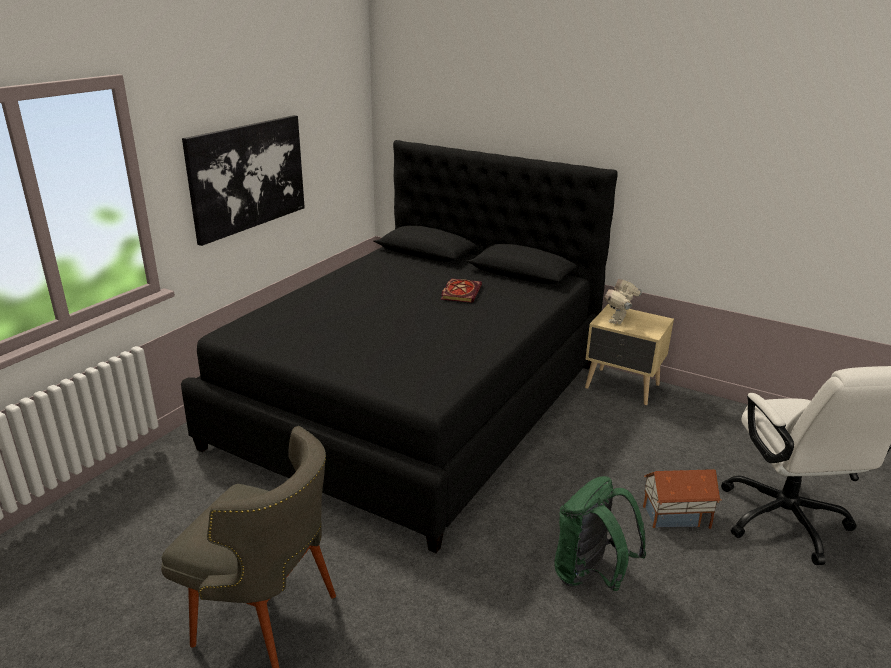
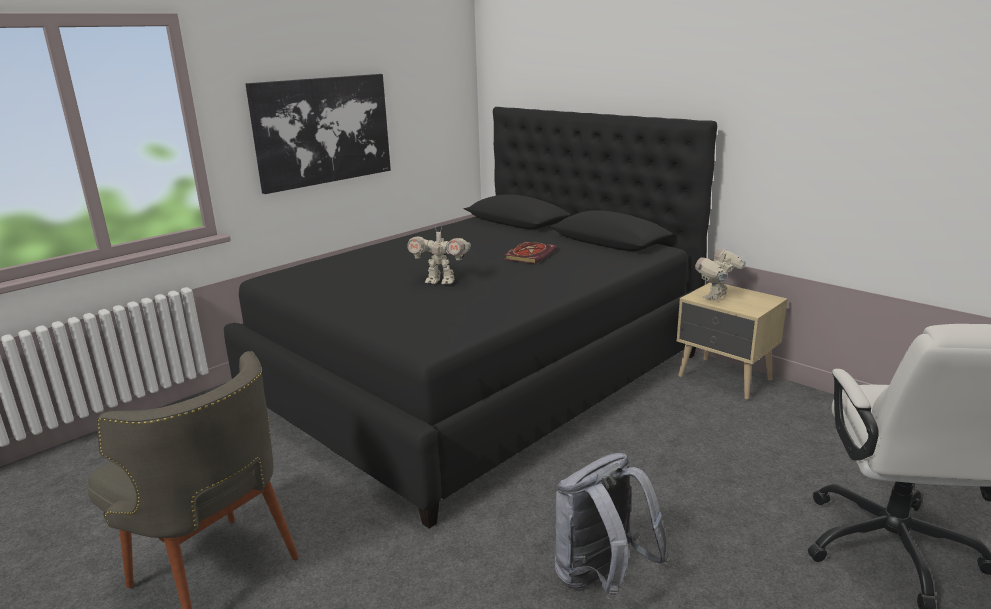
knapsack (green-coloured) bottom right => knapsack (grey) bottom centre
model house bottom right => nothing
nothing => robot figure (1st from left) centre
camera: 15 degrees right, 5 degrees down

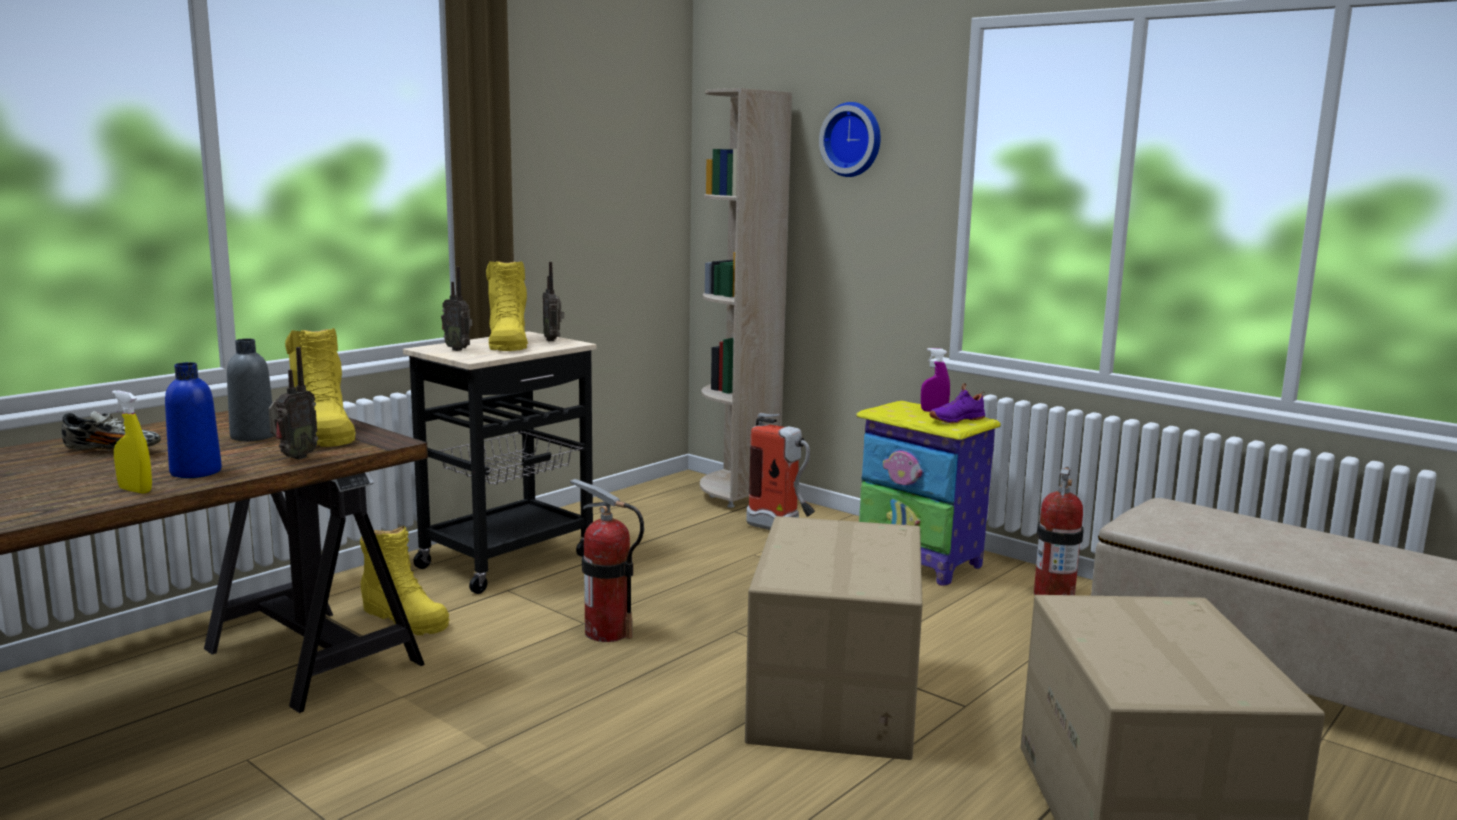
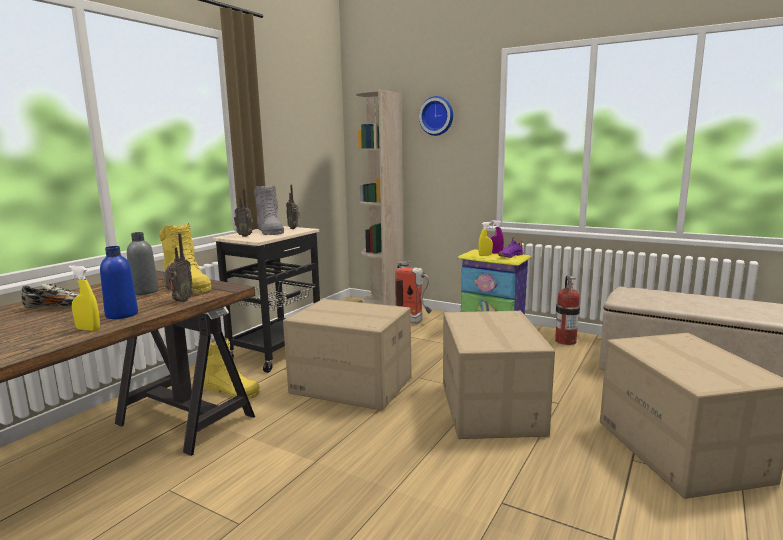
high-top boot (yellow-coloured) (3rd from left) centre => high-top boot (grey) centre
fire extinguisher (1st from left) bottom centre => packing box (1st from left) centre
nothing => spray bottle (yellow-coloured) (2nd from left) centre
camera: 10 degrees left, 0 degrees up

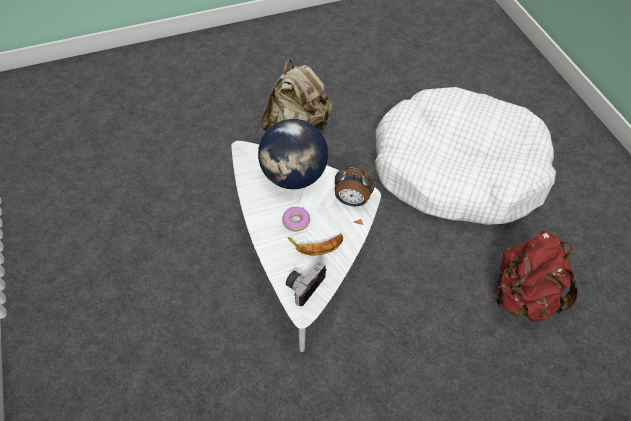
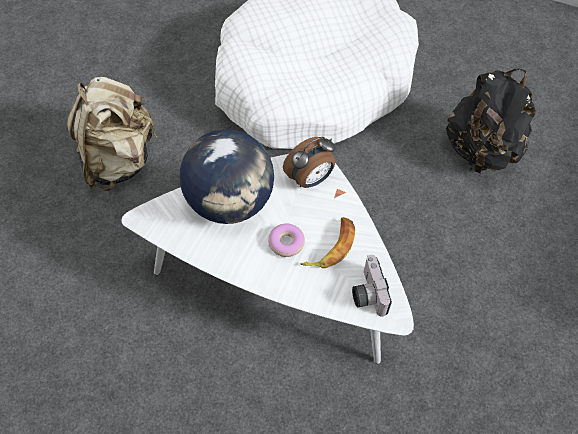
knapsack (reddish) middle right => knapsack (black) top right
camera: 50 degrees left, 5 degrees up

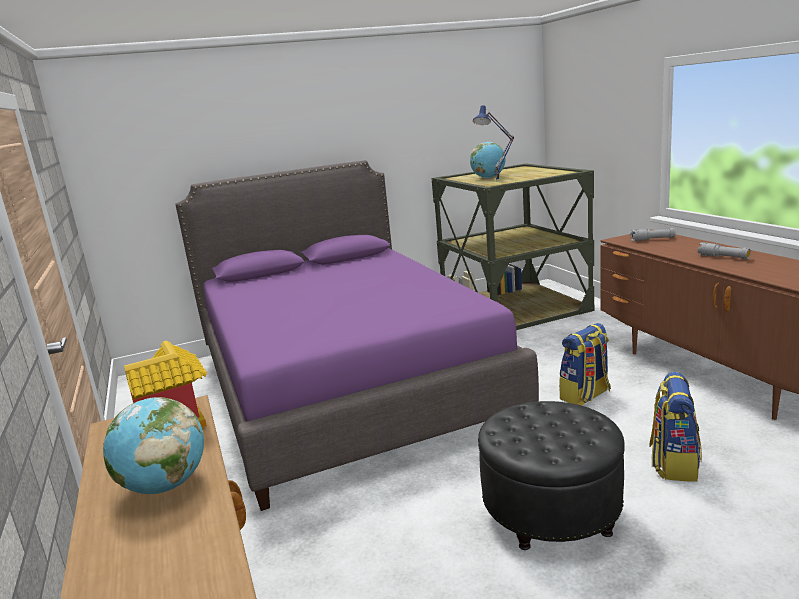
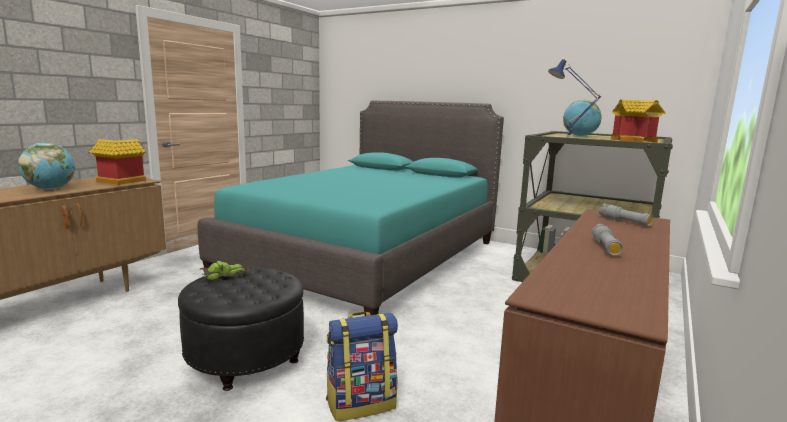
bedroom bed (purple-coloured) centre => bedroom bed (turquoise-coloured) centre
knapsack (1st from left) middle right => nothing
nothing => toy car middle left
nothing => model house (2nd from left) top right
camera: 50 degrees right, 5 degrees down

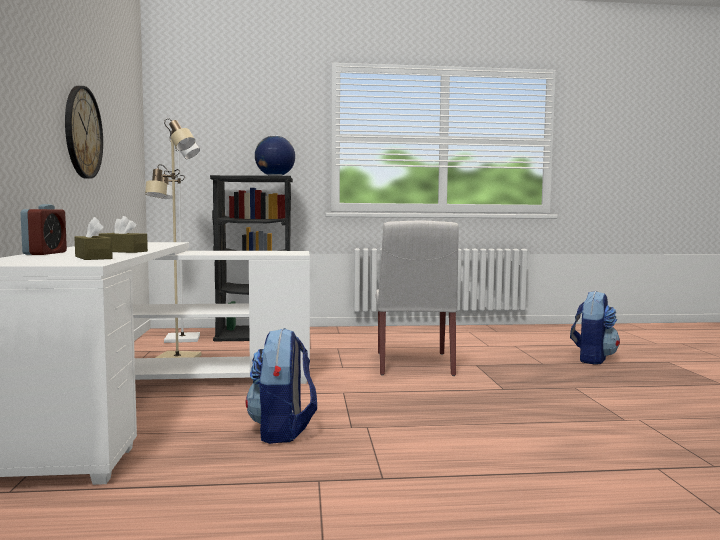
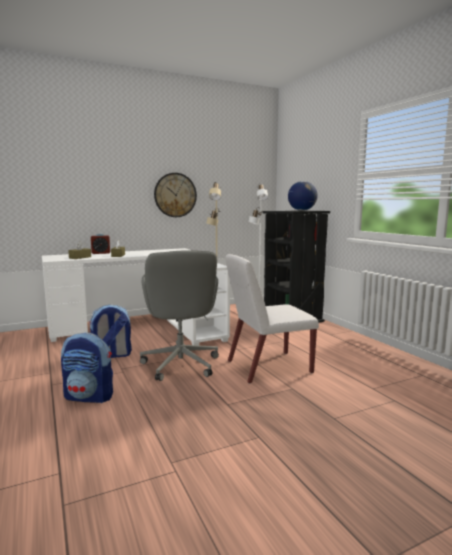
knapsack (2nd from left in the first image) middle right => knapsack (1st from left) middle left, moved
nothing => computer chair (grey) centre
camera: 70 degrees right, 5 degrees up

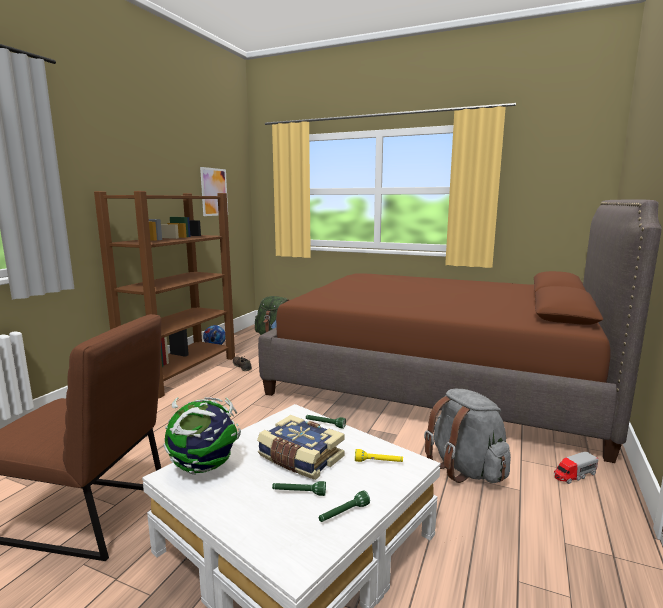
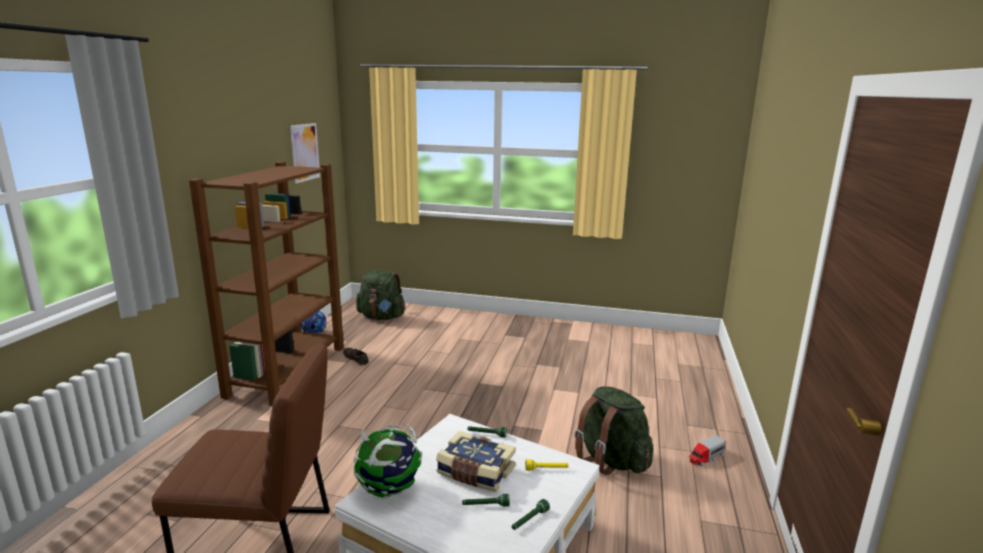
bedroom bed (brown) middle right => nothing
knapsack (grey) bottom right => knapsack (green-coloured) (2nd from left) bottom centre
camera: 10 degrees left, 5 degrees up

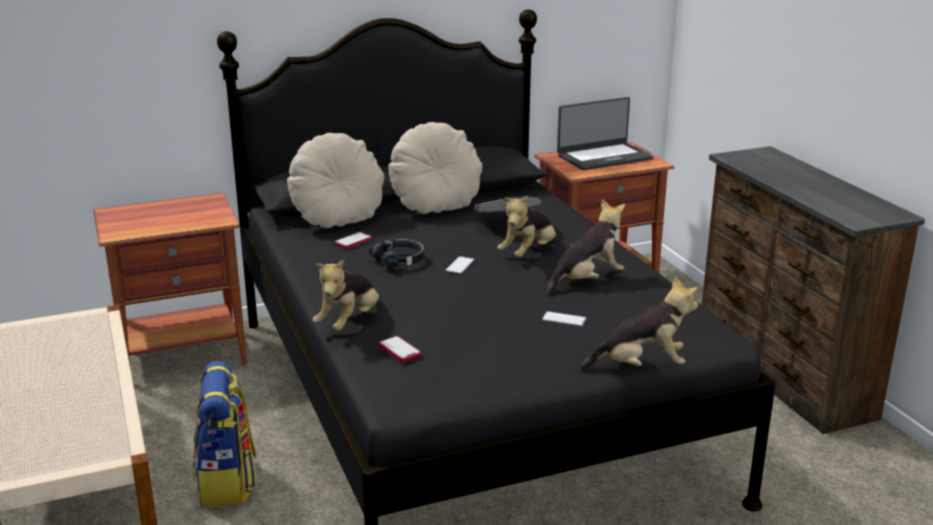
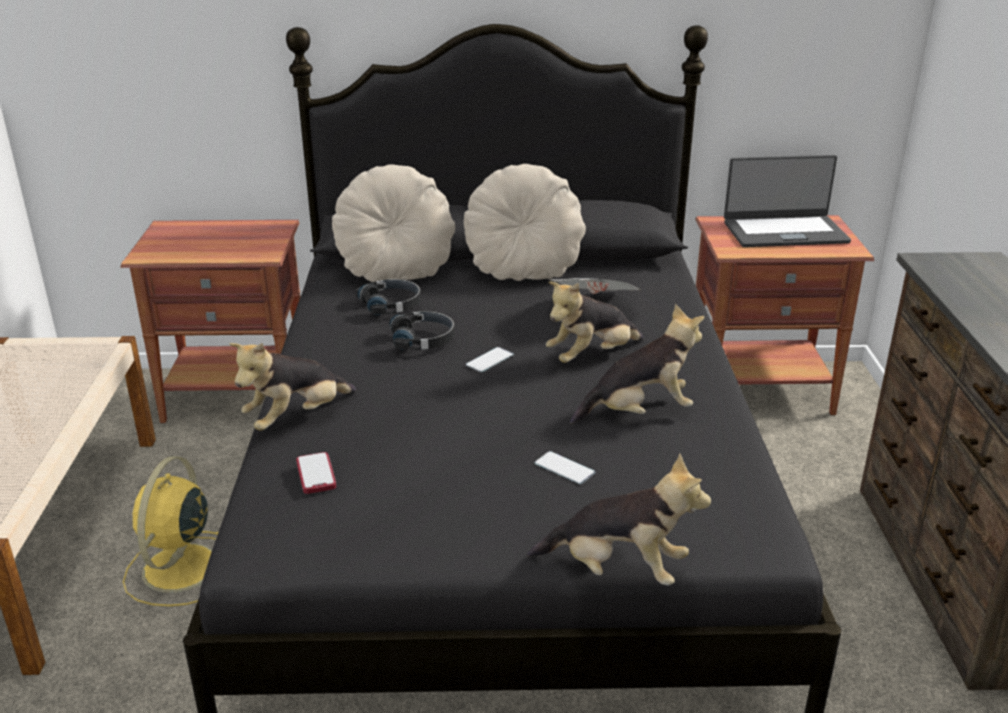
knapsack bottom left => cooling fan (yellow-coloured) bottom left
telephone (1st from left) centre => headset (black) (1st from left) centre
camera: 20 degrees right, 5 degrees up

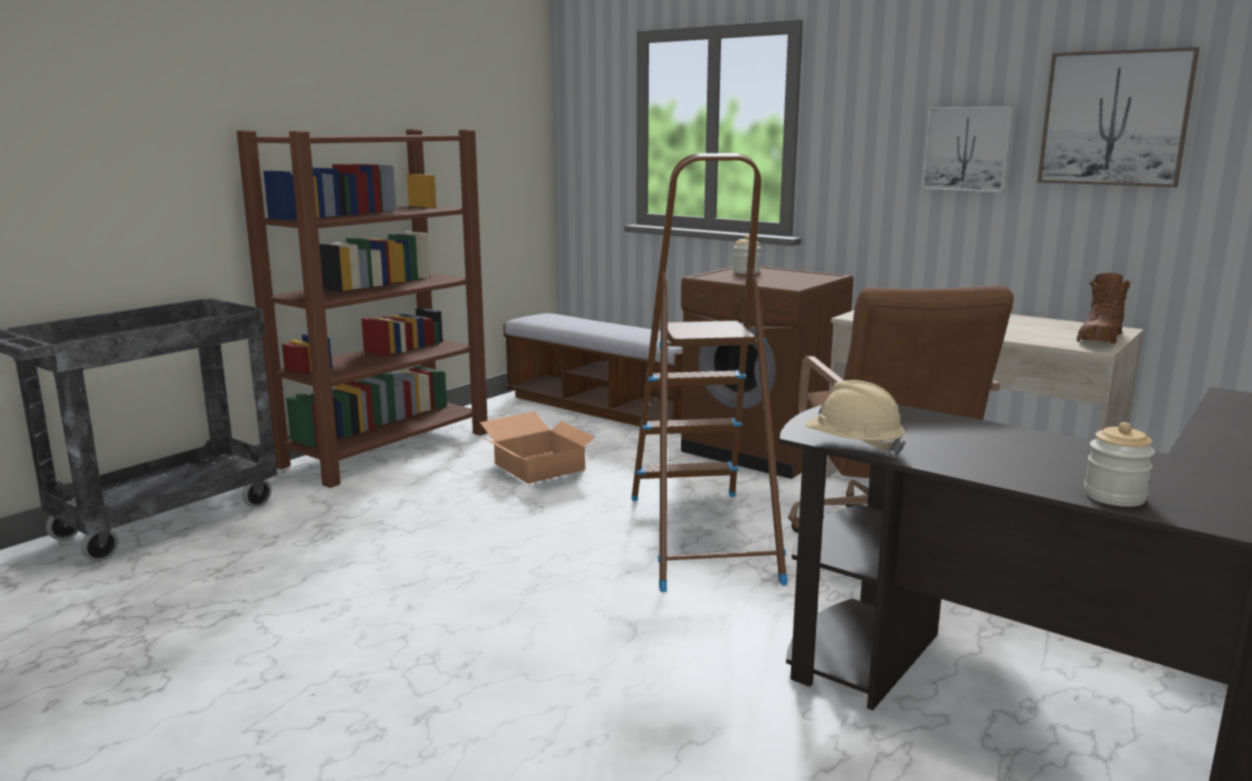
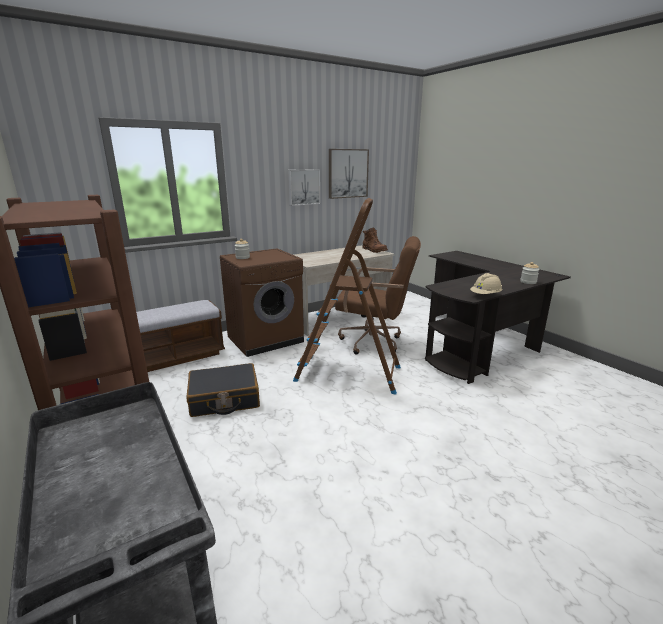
packing box centre => piece of luggage (black) centre
camera: 70 degrees left, 5 degrees up

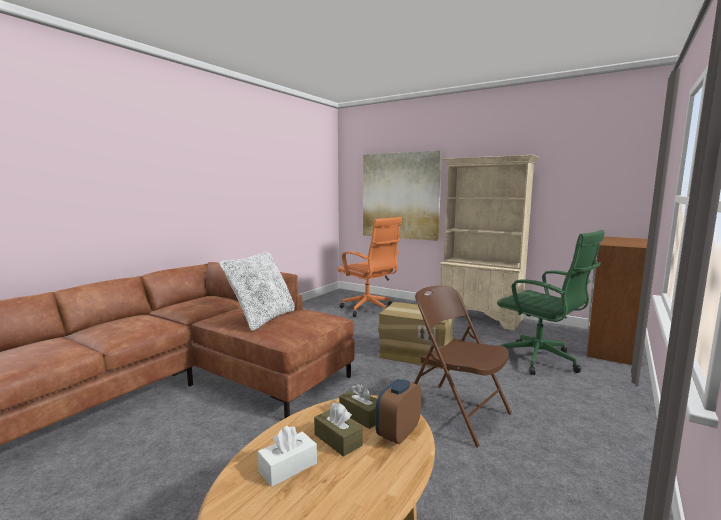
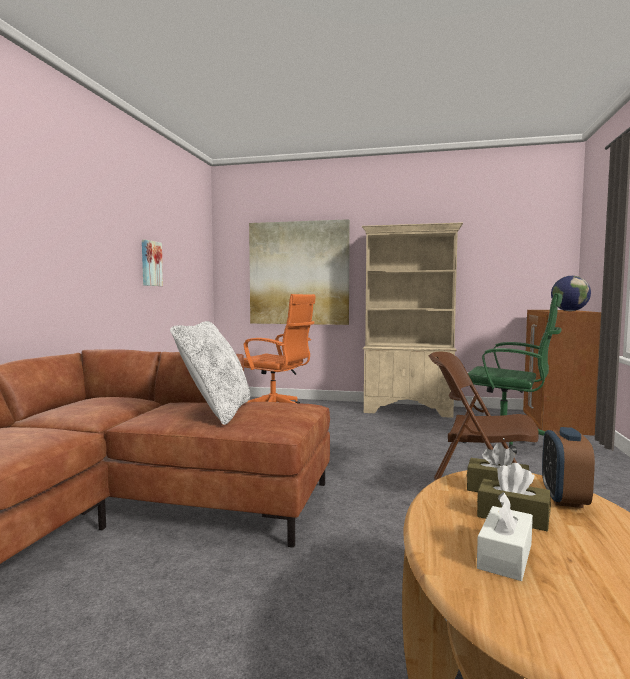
packing box centre => nothing
nothing => wall art (1st from left) middle left
nothing => globe middle right
camera: 20 degrees left, 5 degrees down

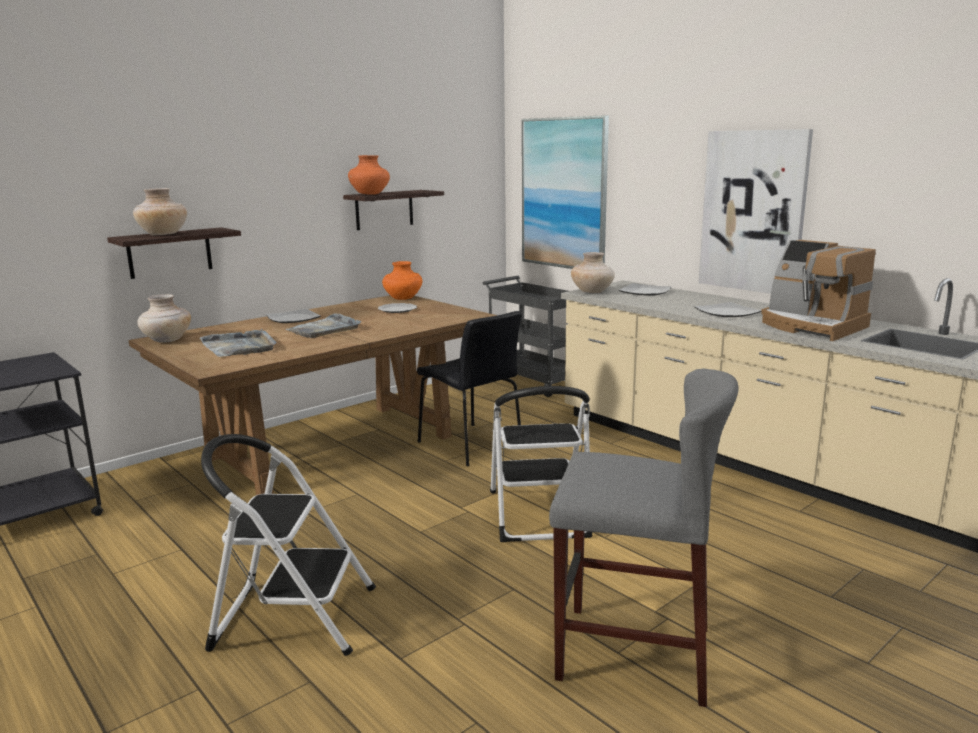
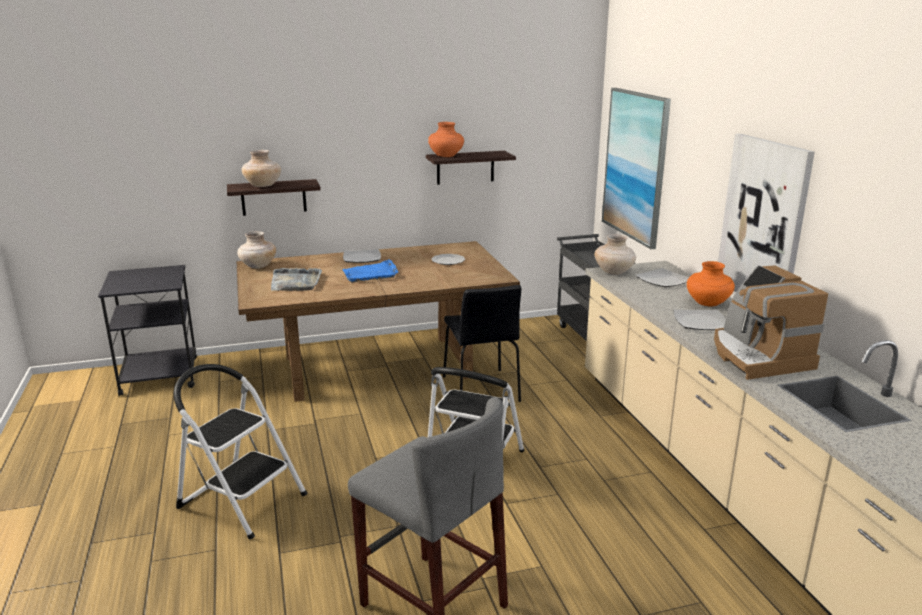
serving tray (grey) (2nd from left) middle left => serving tray (blue-coloured) centre
vase (orange-coloured) (2nd from left) centre => vase (orange-coloured) (2nd from left) middle right, moved
camera: 25 degrees right, 5 degrees up

